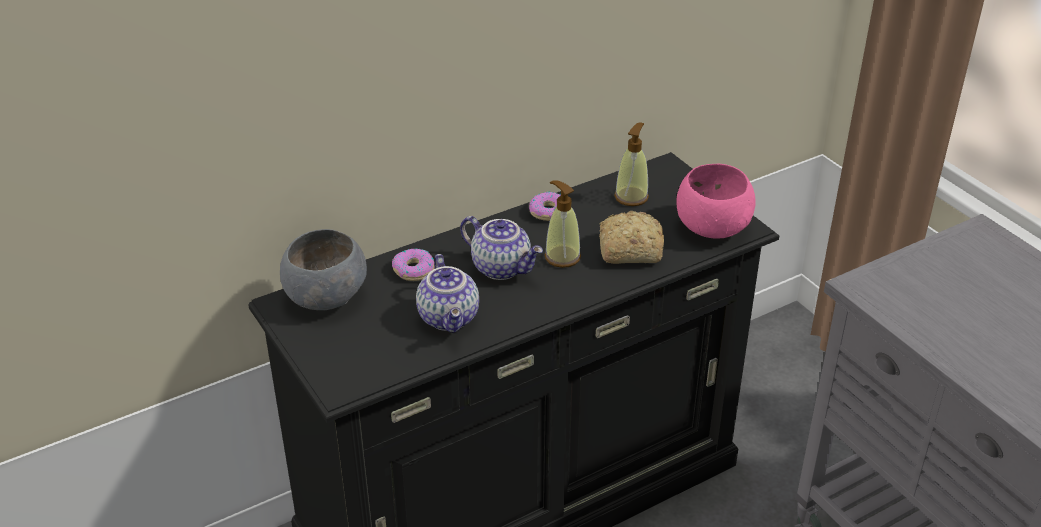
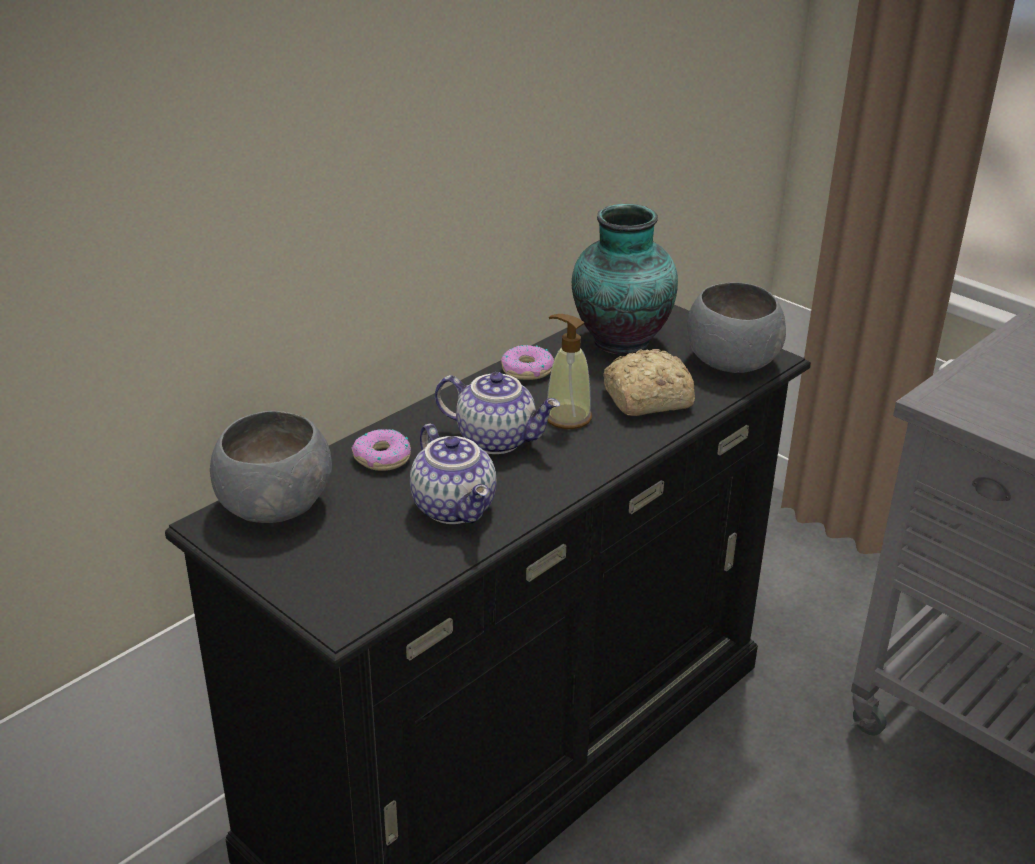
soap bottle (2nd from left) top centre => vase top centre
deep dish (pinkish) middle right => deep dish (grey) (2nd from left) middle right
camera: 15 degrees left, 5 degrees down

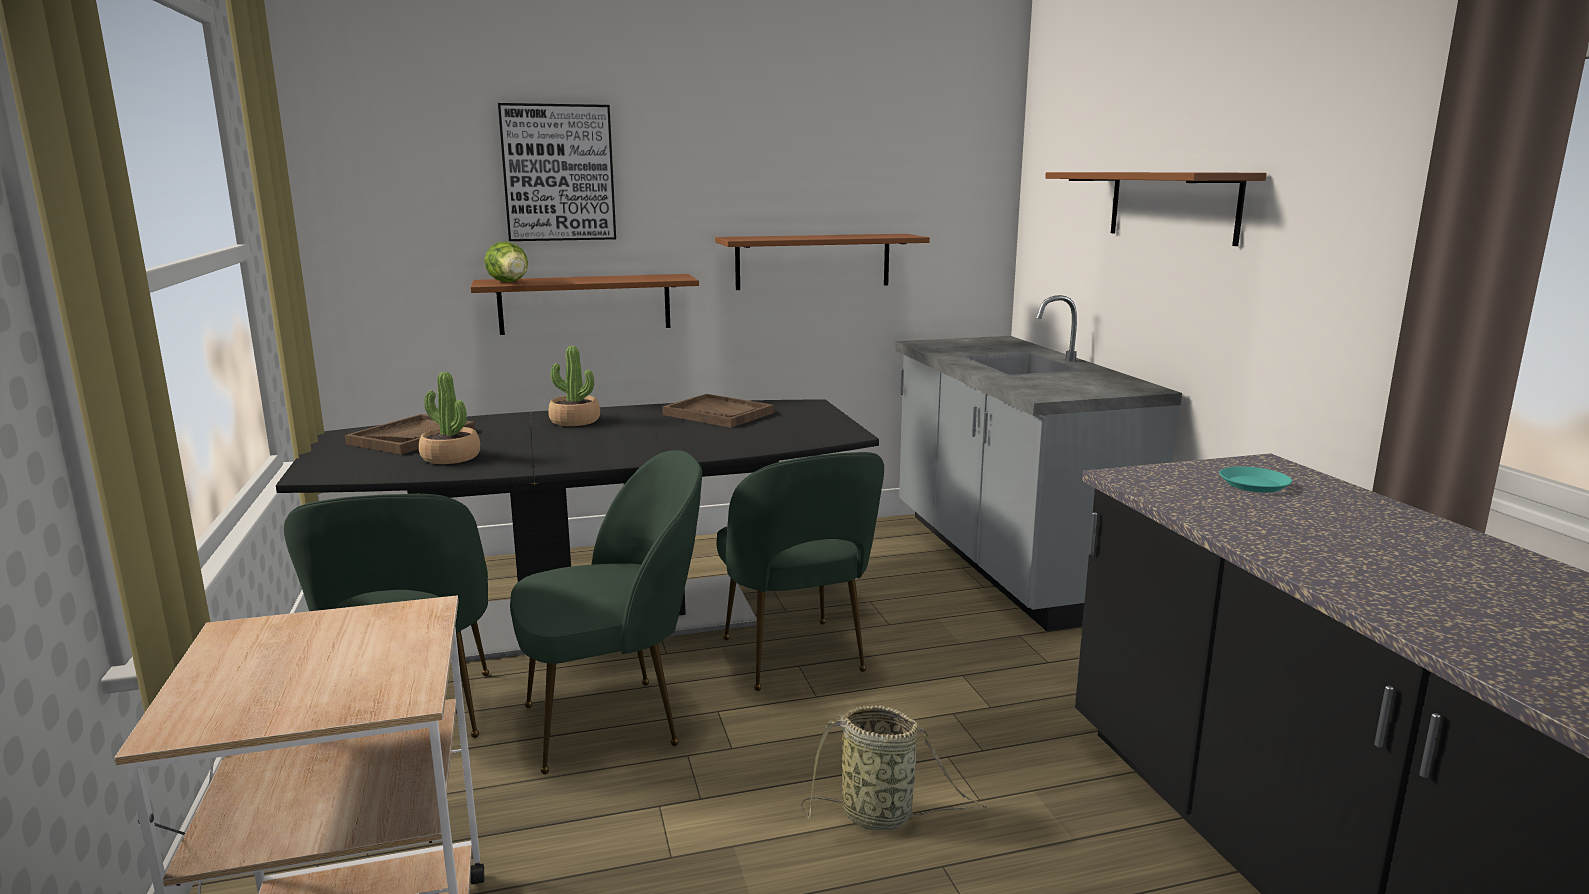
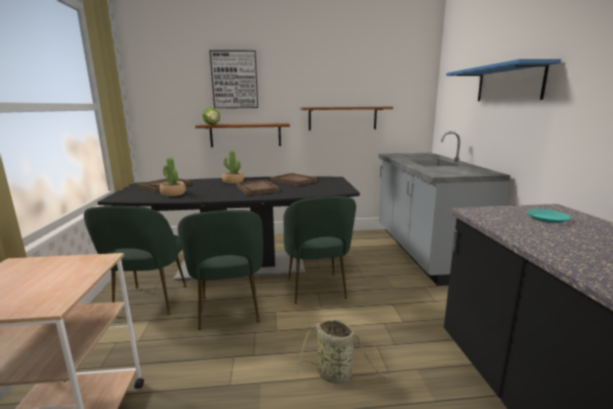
chair (green-coloured) (2nd from left) bottom centre => chair (green-coloured) (2nd from left) centre, 90 degrees clockwise
shelf (brown) (3rd from left) top right => shelf (blue-coloured) top right
nothing => serving tray (brown) (2nd from left) centre
camera: 10 degrees right, 0 degrees up

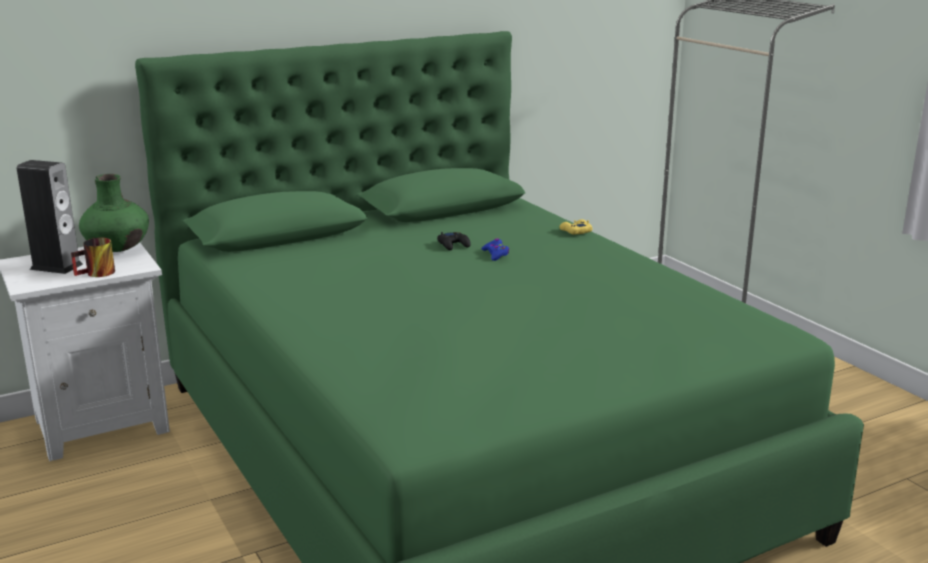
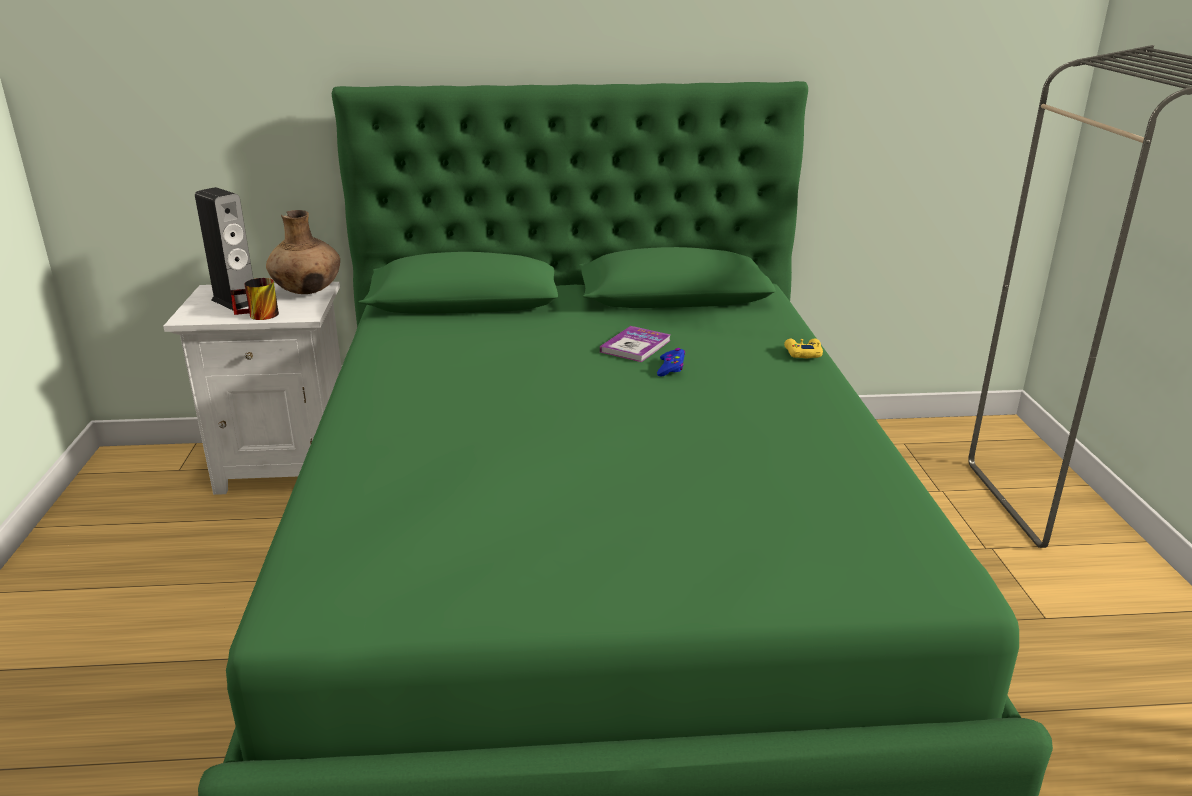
vase (green-coloured) middle left => vase (brown) top left
gamepad (black) centre => bound book centre
camera: 25 degrees right, 5 degrees up

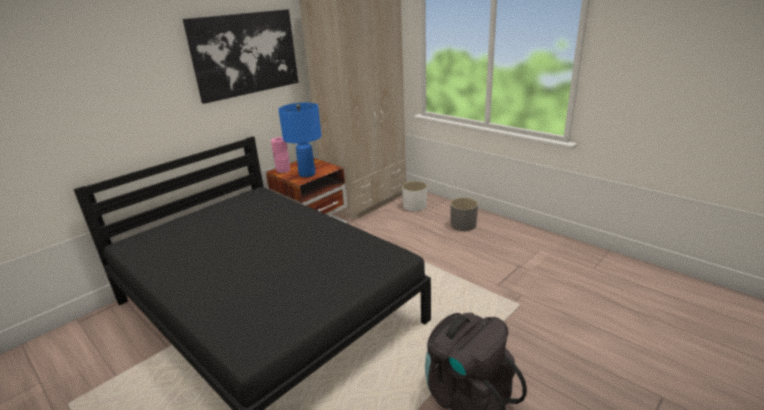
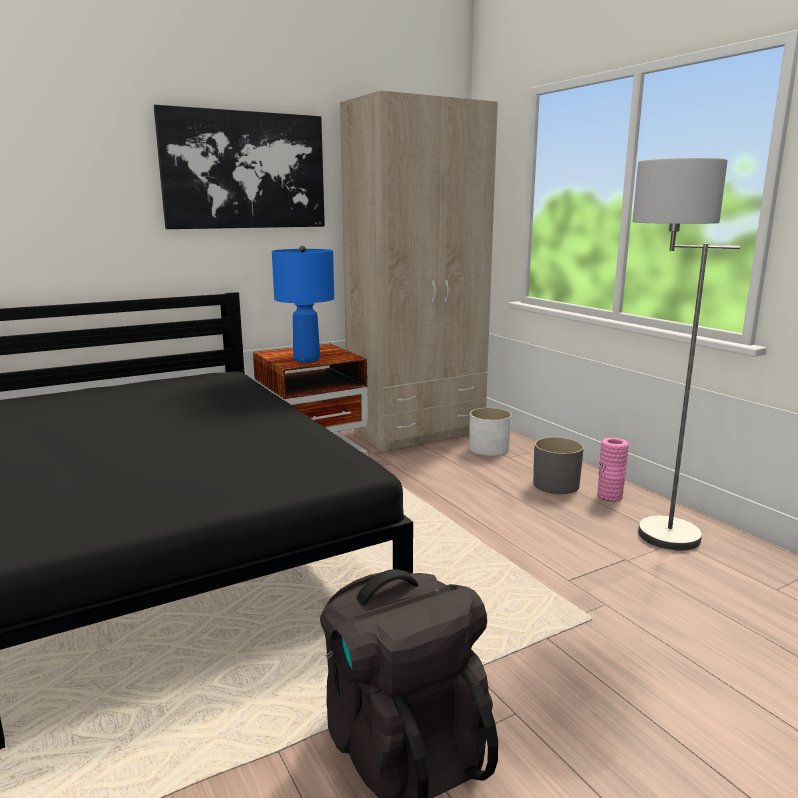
vase (pinkish) centre => vase (pinkish) middle right, moved
nothing => standard lamp (grey) middle right
camera: 15 degrees right, 10 degrees down

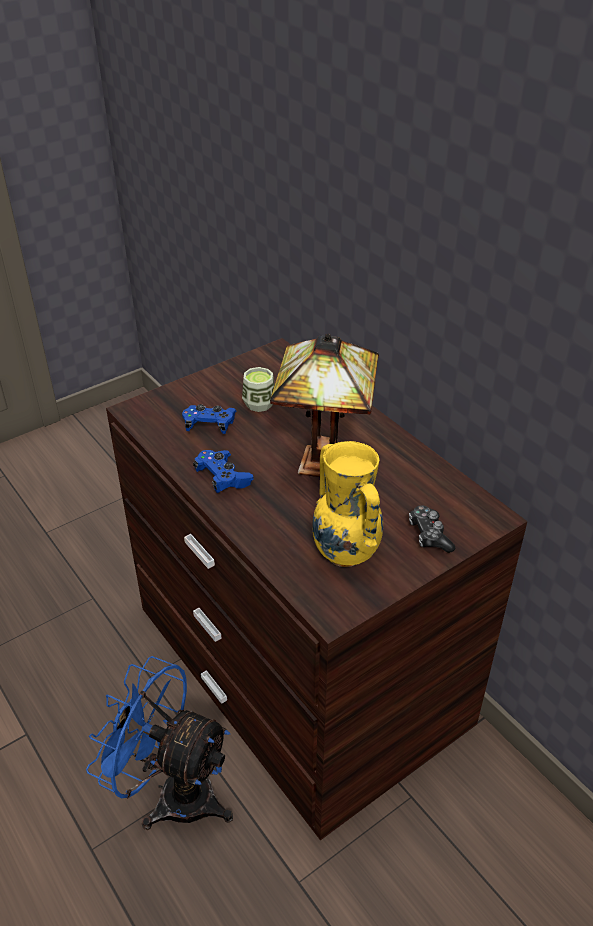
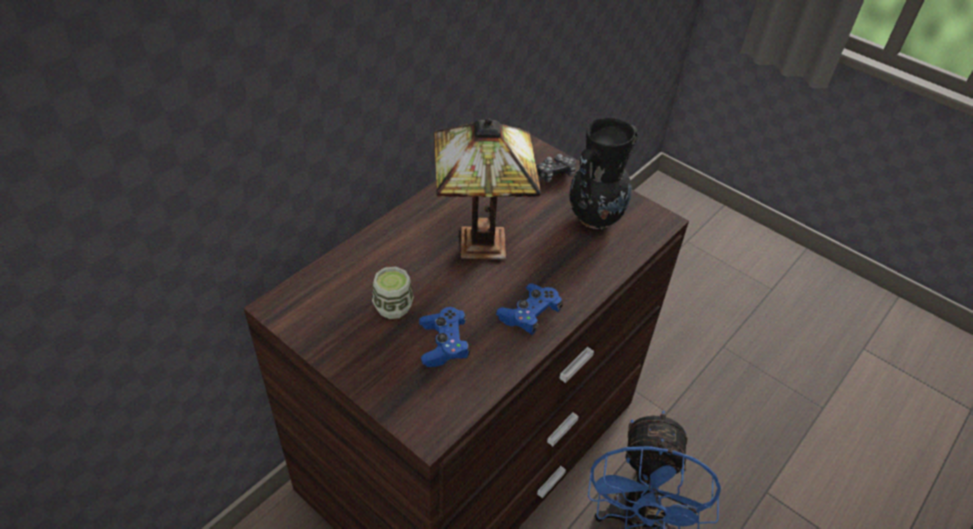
vase (yellow-coloured) centre => vase (black) top centre
camera: 105 degrees left, 5 degrees up

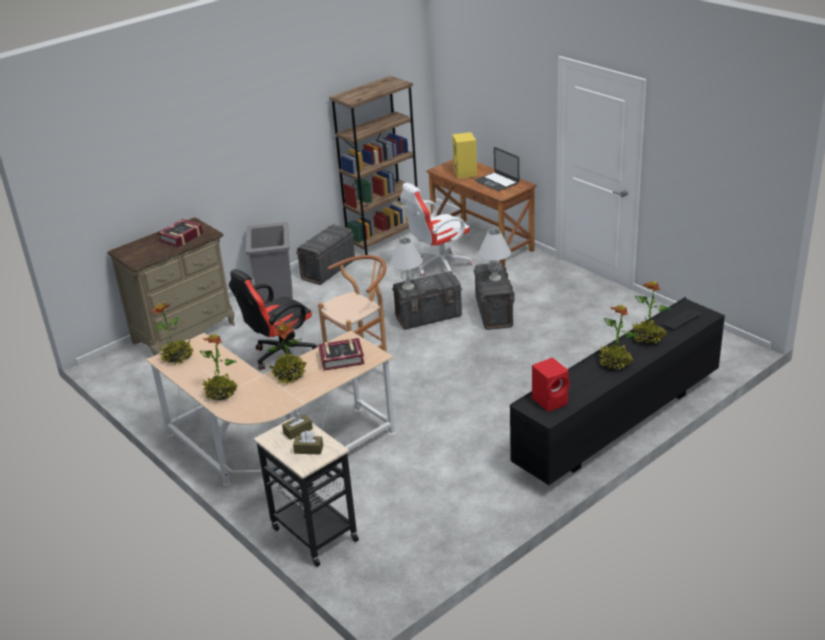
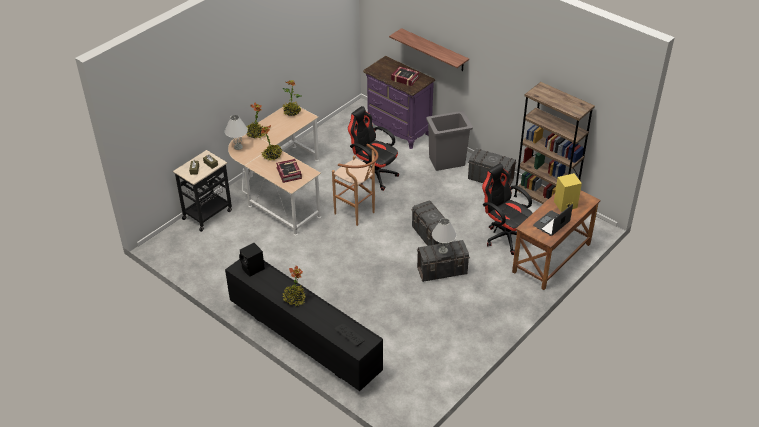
drawer chest (beige) middle left => drawer chest (purple-coloured) top centre
tabletop lamp (whitish) (1st from left) centre => tabletop lamp (whitish) (1st from left) top left, moved
computer chair (whitish) centre => computer chair (black) (2nd from left) middle right
audio speaker (reddish) middle right => audio speaker (black) middle left
plant in a pot (5th from left) middle right => nothing
nothing => shelf top centre
camera: 80 degrees right, 10 degrees up

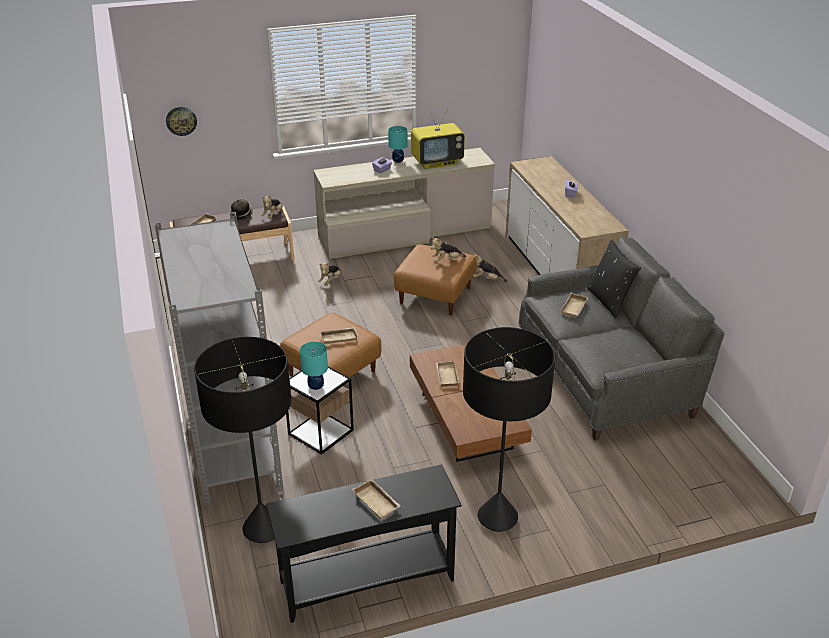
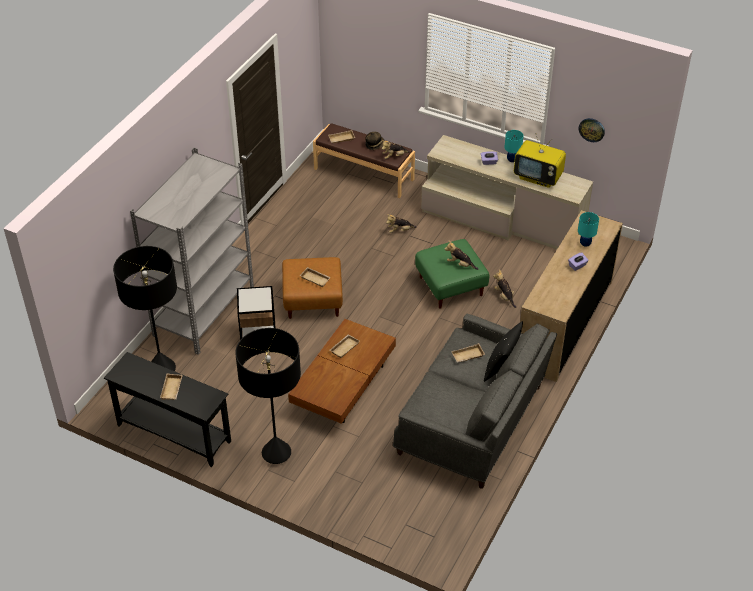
hanging clock top left => hanging clock top right, moved
tabletop lamp (turquoise-coloured) (1st from left in the first image) centre => tabletop lamp (turquoise-coloured) (2nd from left) middle right, moved
footrest (brown) (2nd from left) centre => footrest (green-coloured) centre
camera: 45 degrees right, 10 degrees up

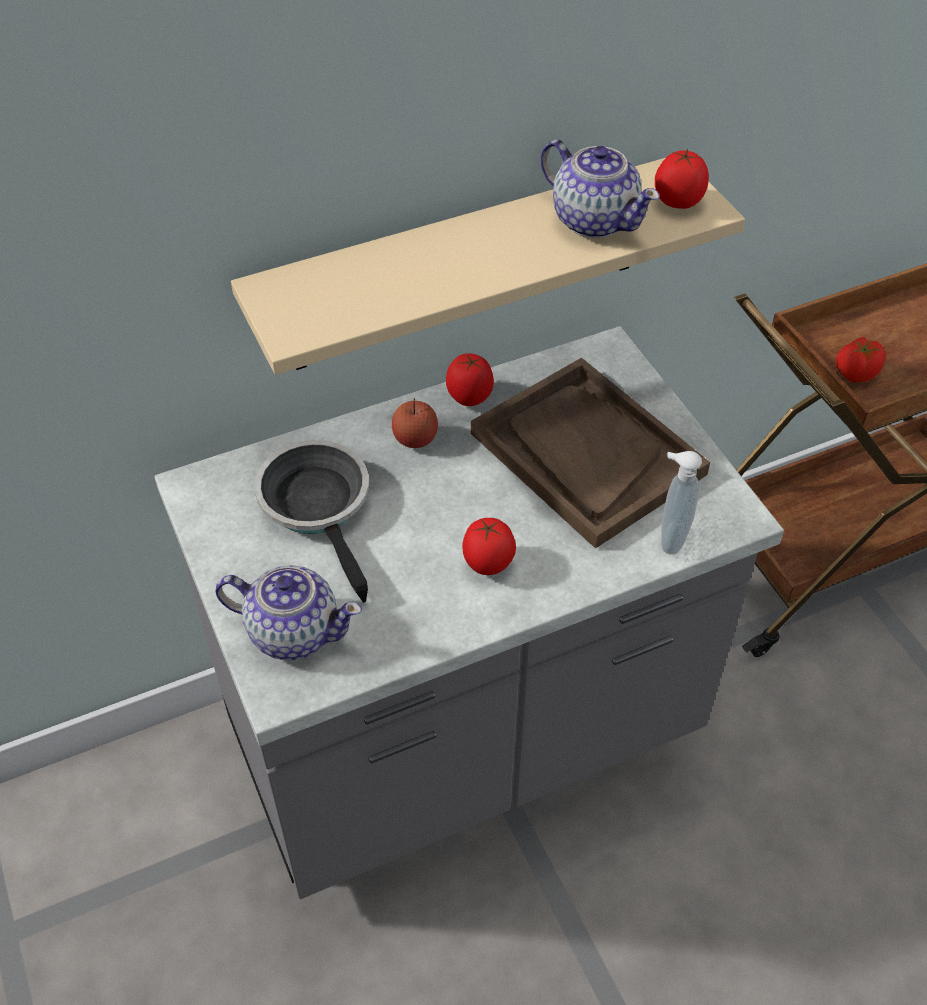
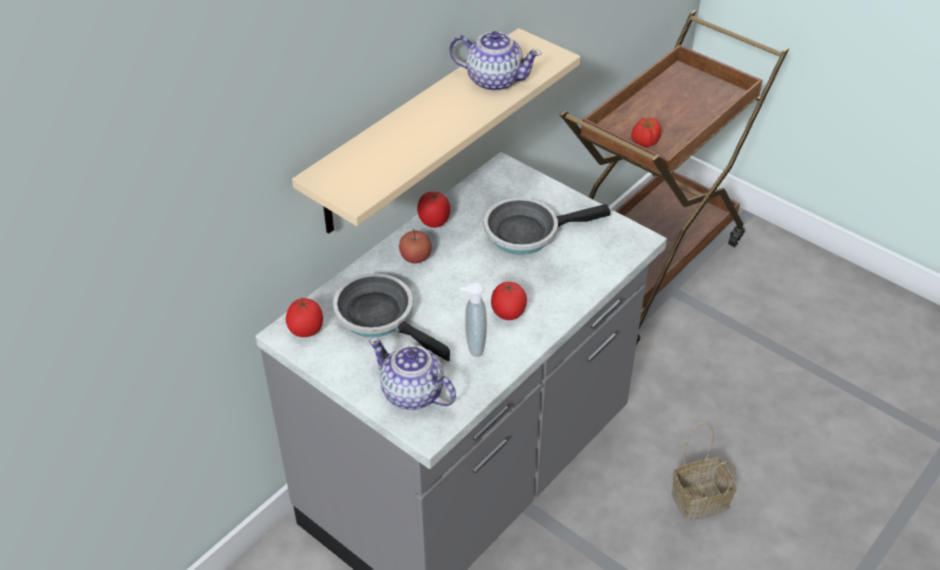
pot for tea (1st from left) middle left => pot for tea (1st from left) centre, 135 degrees counterclockwise
serving tray (brown) centre => pan (2nd from left) centre
tomato (3rd from left in the first image) top right => tomato (1st from left) middle left, moved
soap bottle middle right => soap bottle centre, moved
nothing => storage basket bottom right
camera: 25 degrees left, 5 degrees down

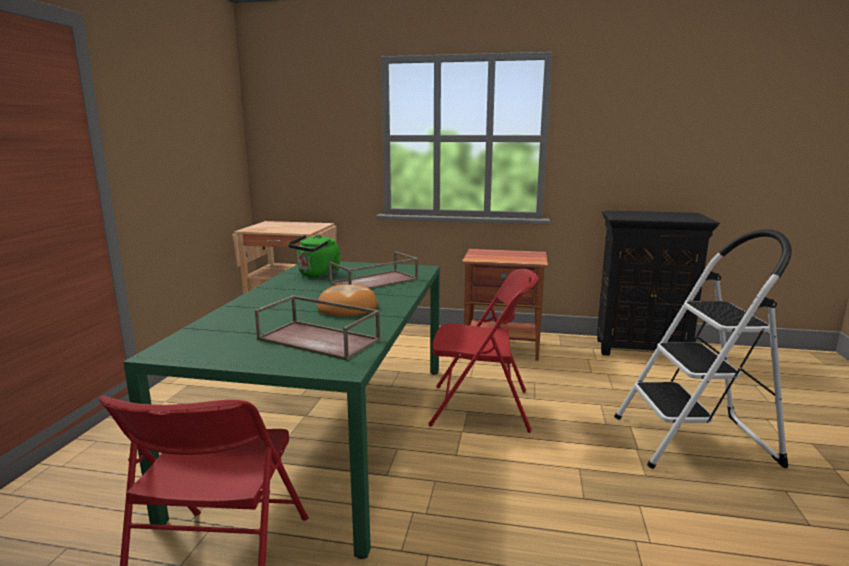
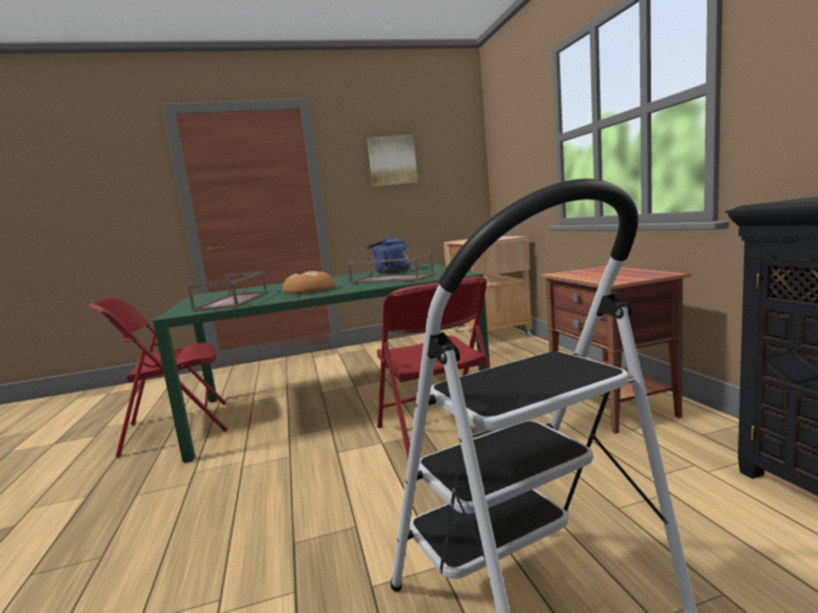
tea kettle (green-coloured) centre => tea kettle (blue-coloured) centre
nothing => wall art top centre
camera: 65 degrees right, 5 degrees down

